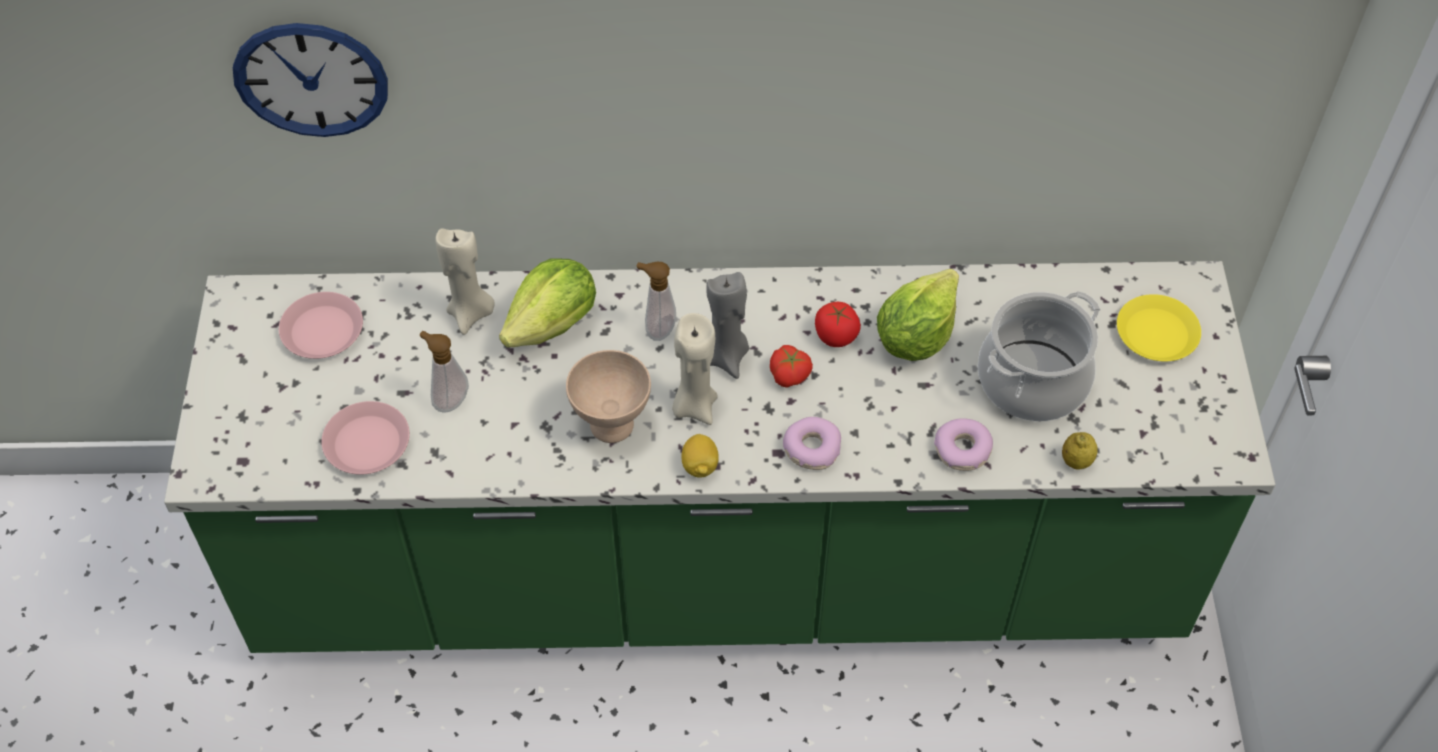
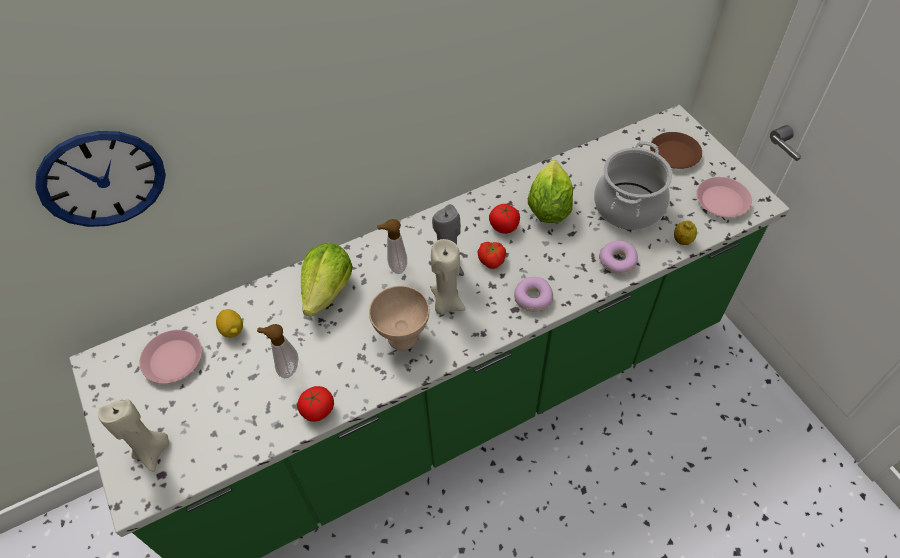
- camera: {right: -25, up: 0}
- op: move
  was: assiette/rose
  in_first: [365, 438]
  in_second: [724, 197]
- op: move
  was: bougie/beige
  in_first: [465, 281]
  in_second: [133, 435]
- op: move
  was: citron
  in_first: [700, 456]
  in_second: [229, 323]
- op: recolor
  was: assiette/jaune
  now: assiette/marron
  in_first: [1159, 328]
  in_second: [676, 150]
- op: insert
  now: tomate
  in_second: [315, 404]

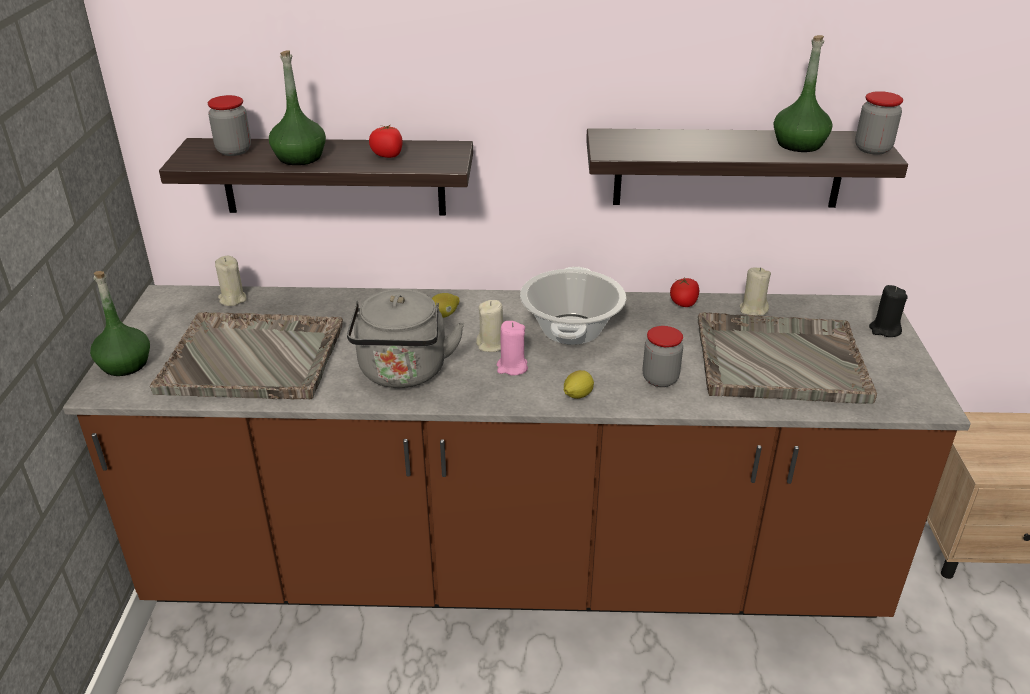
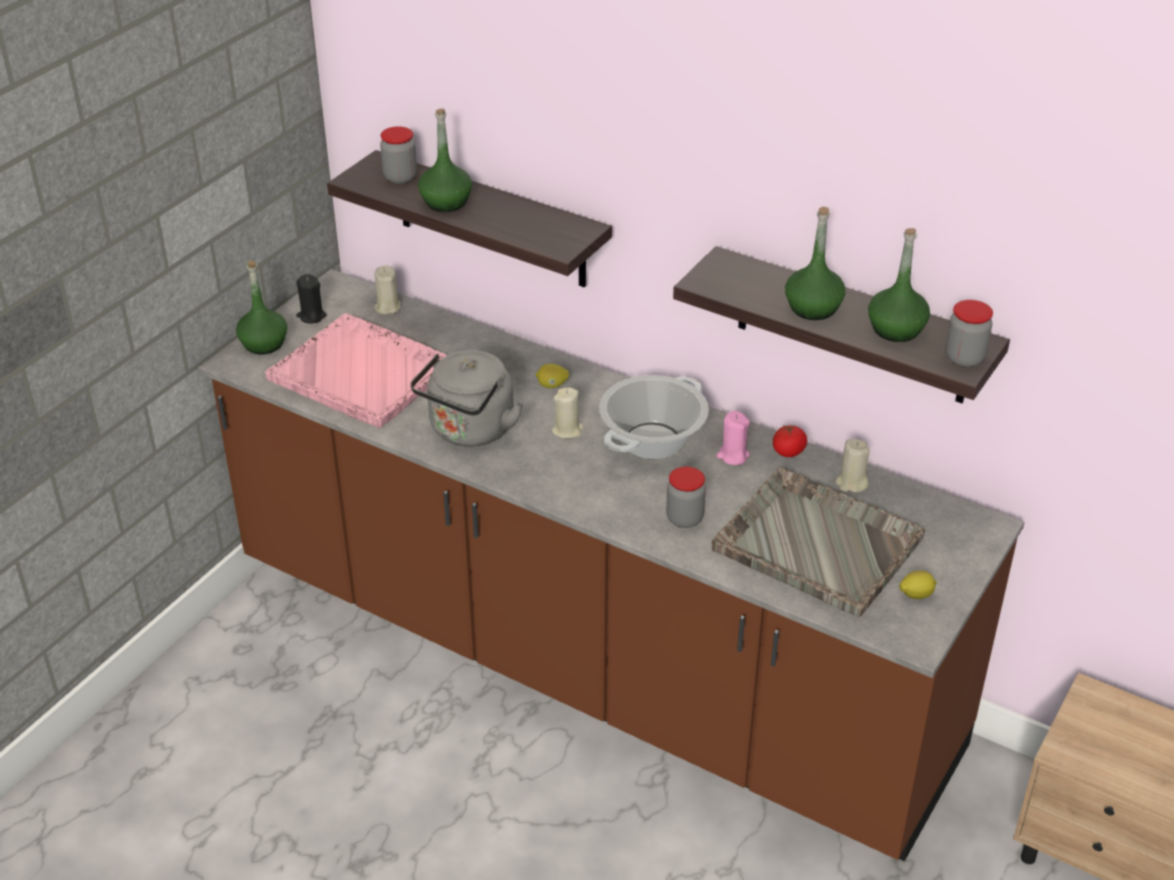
- camera: {right: 30, up: 5}
- op: recolor
  was: plateau/gris
  now: plateau/rose
  in_first: [246, 355]
  in_second: [356, 370]
- op: delete
  was: tomate
  in_first: [386, 141]
- op: move
  was: bougie/rose
  in_first: [512, 348]
  in_second: [733, 438]
- op: move
  was: citron
  in_first: [579, 384]
  in_second: [918, 584]
- op: move
  was: bougie/noir
  in_first: [888, 311]
  in_second: [311, 299]
- op: insert
  now: bouteille/vert
  in_second: [815, 263]

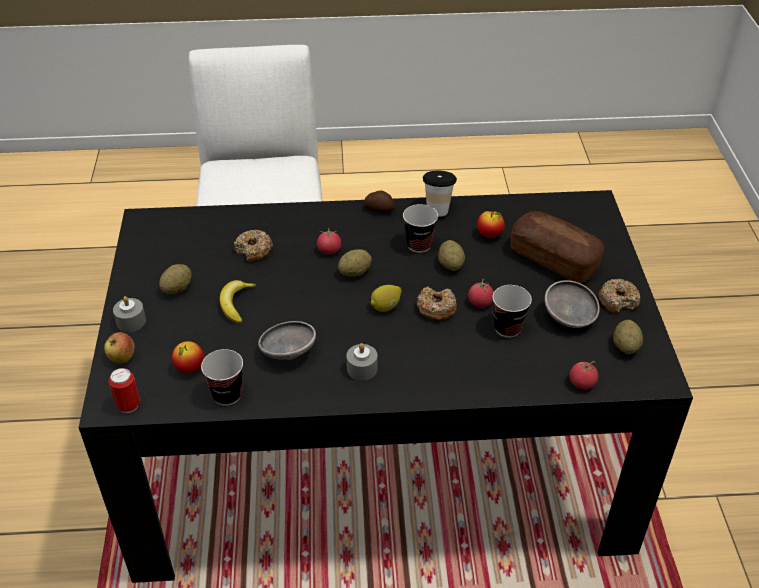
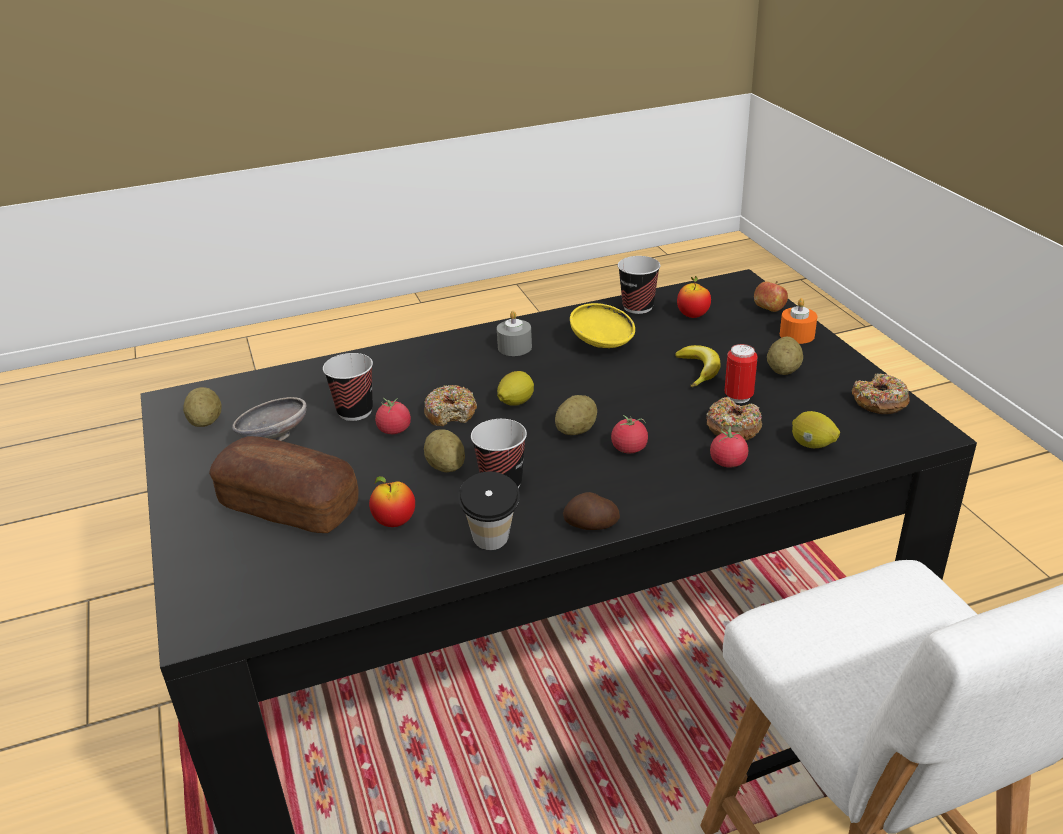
- camera: {right: 165, up: -10}
- op: move
  was: boîte métallique
  in_first: [124, 390]
  in_second: [741, 373]
- op: recolor
  was: bougie/gris
  now: bougie/orange
  in_first: [129, 314]
  in_second: [798, 321]
- op: recolor
  was: bol/gris
  now: bol/jaune
  in_first: [287, 340]
  in_second: [602, 325]
- op: move
  was: tomate
  in_first: [584, 375]
  in_second: [729, 447]
- op: move
  was: beignet
  in_first: [619, 295]
  in_second: [881, 394]
- op: insert
  now: citron
  in_second: [816, 429]

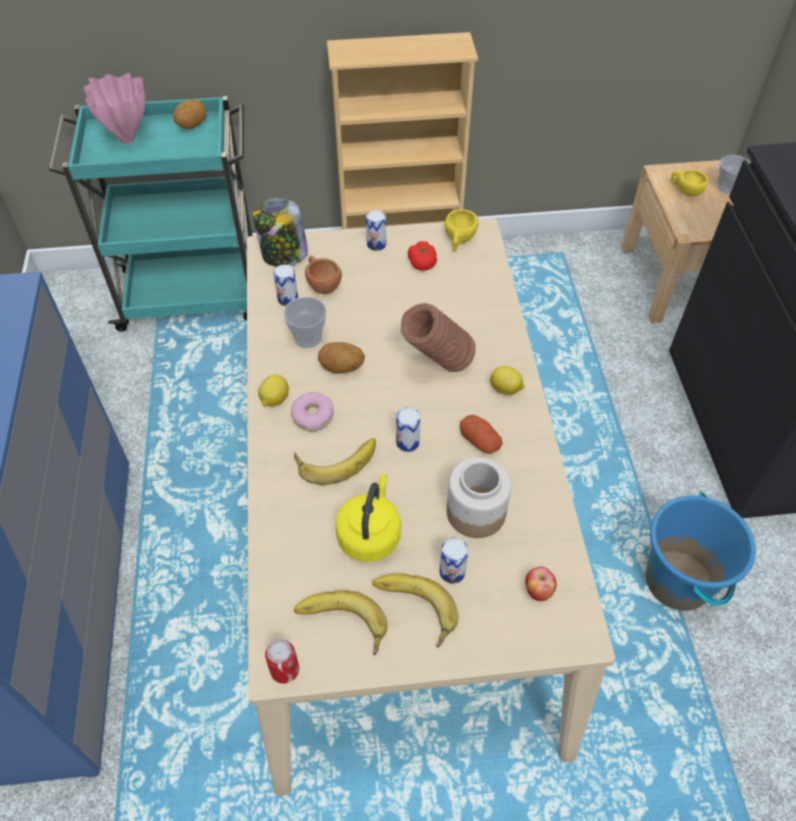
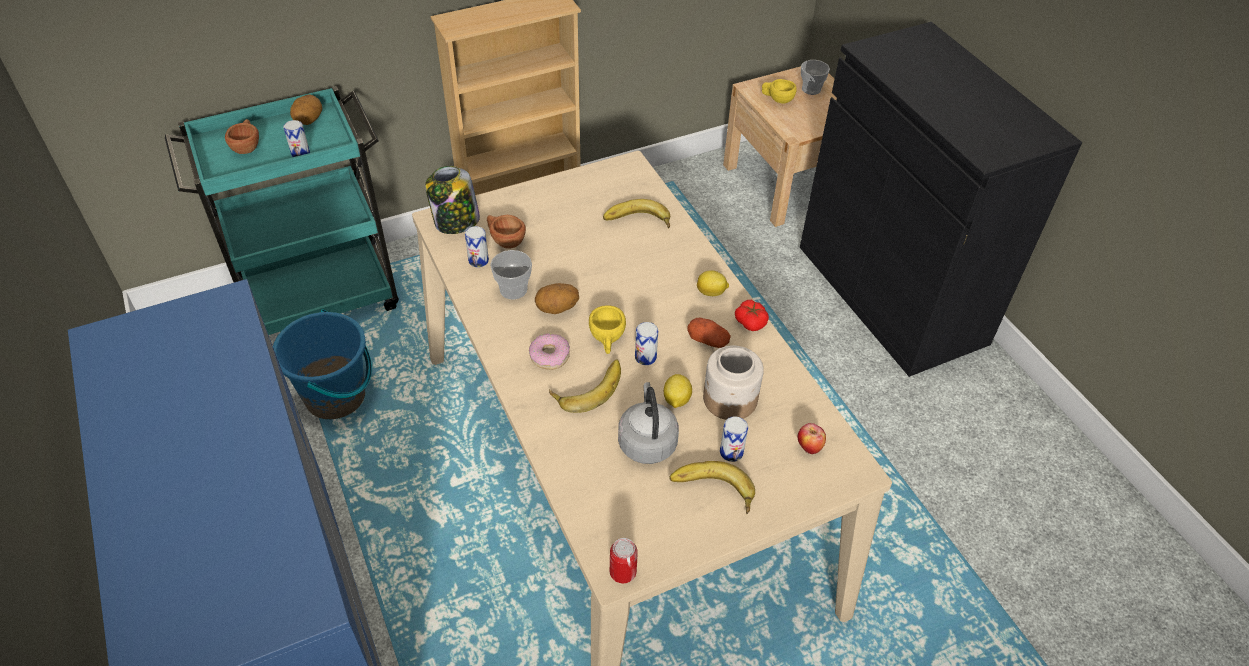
- camera: {right: -20, up: -5}
- op: replace
  was: vase/rose
  now: tasse/marron
  in_first: [114, 108]
  in_second: [242, 136]
- op: move
  was: citron
  in_first: [273, 390]
  in_second: [678, 391]
- op: move
  was: banane
  in_first: [341, 622]
  in_second: [636, 214]
- op: recolor
  was: bouilloire/jaune
  now: bouilloire/gris
  in_first: [368, 518]
  in_second: [648, 423]
- op: move
  was: boîte métallique
  in_first: [376, 230]
  in_second: [296, 138]
- op: delete
  was: vase/marron
  in_first: [438, 337]
- op: move
  was: tomate
  in_first: [422, 256]
  in_second: [752, 315]
- op: move
  was: tasse/jaune
  in_first: [462, 230]
  in_second: [607, 329]
- op: move
  was: seau/bleu
  in_first: [701, 551]
  in_second: [322, 364]

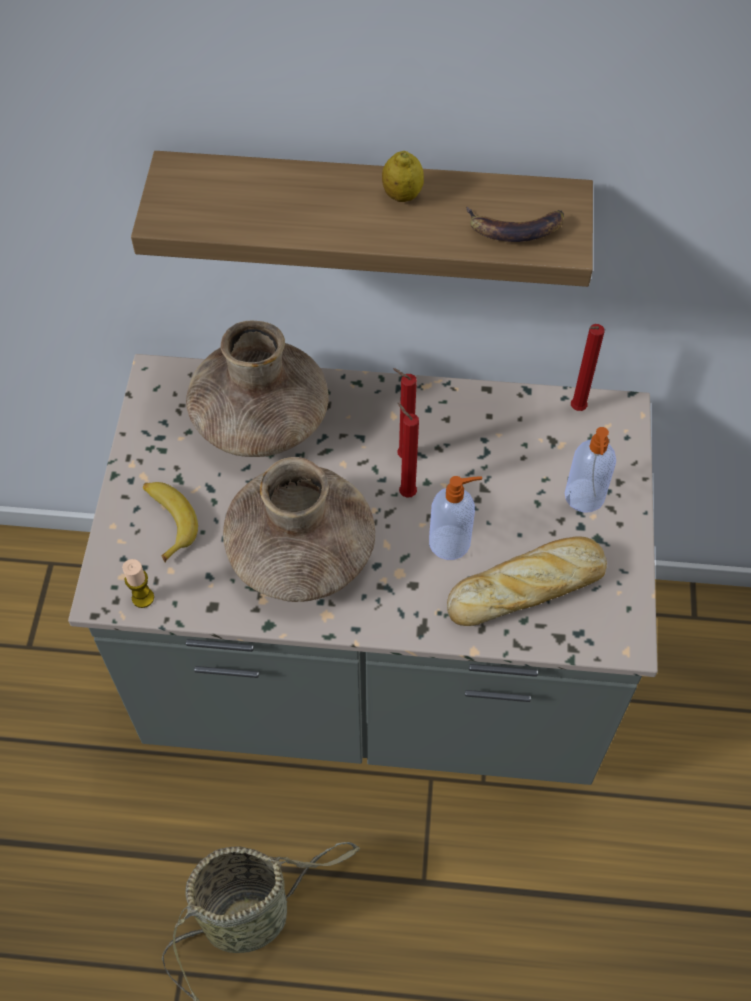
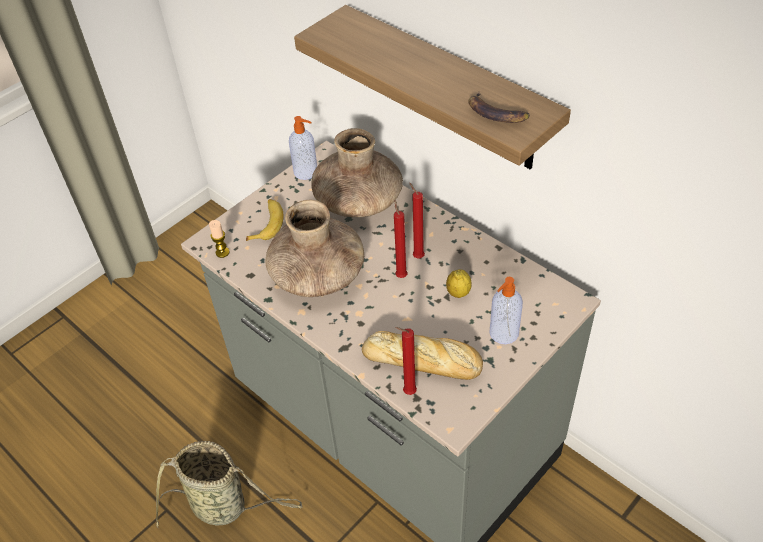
- camera: {right: 40, up: -10}
- op: move
  was: citron
  in_first: [403, 176]
  in_second: [459, 283]
- op: move
  was: distributeur de savon
  in_first: [455, 518]
  in_second: [303, 148]
- op: move
  was: bougie/rouge
  in_first: [588, 367]
  in_second: [406, 361]

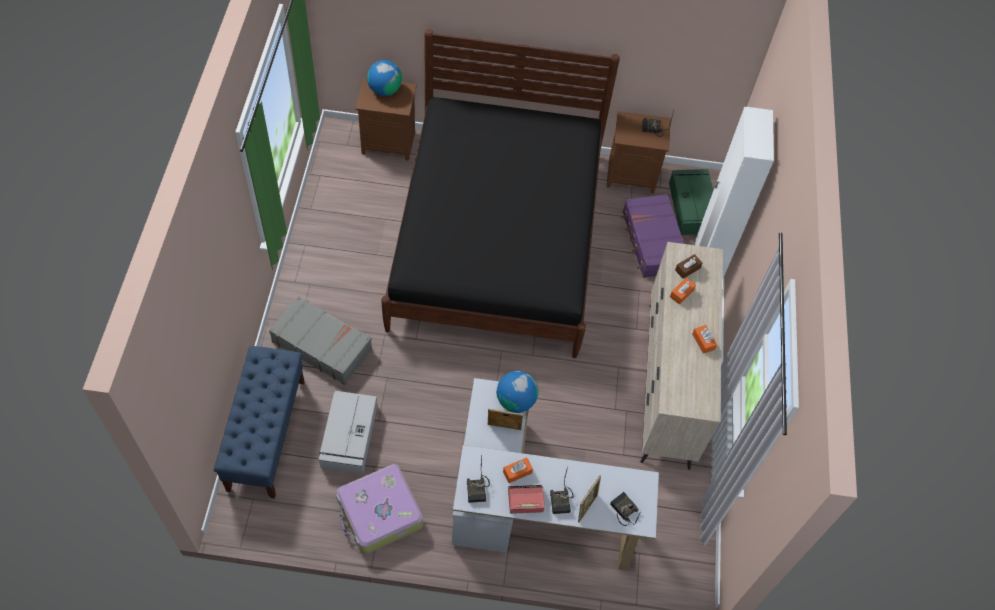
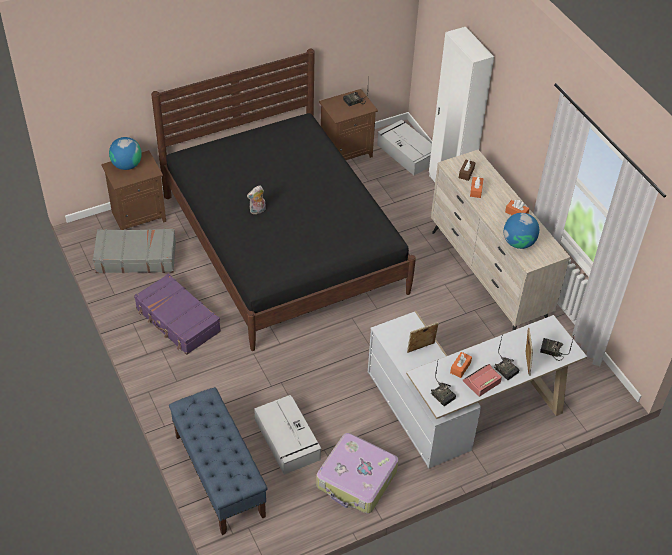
- camera: {right: -30, up: -10}
- op: move
  was: valise/gris
  in_first: [320, 340]
  in_second: [134, 251]
- op: move
  was: globe
  in_first: [517, 392]
  in_second: [521, 231]
- op: move
  was: valise/violet
  in_first: [653, 236]
  in_second: [177, 314]
- op: recolor
  was: boîte de rangement/vert
  now: boîte de rangement/gris
  in_first: [691, 202]
  in_second: [404, 147]
- op: insert
  now: peluche
  in_second: [256, 199]

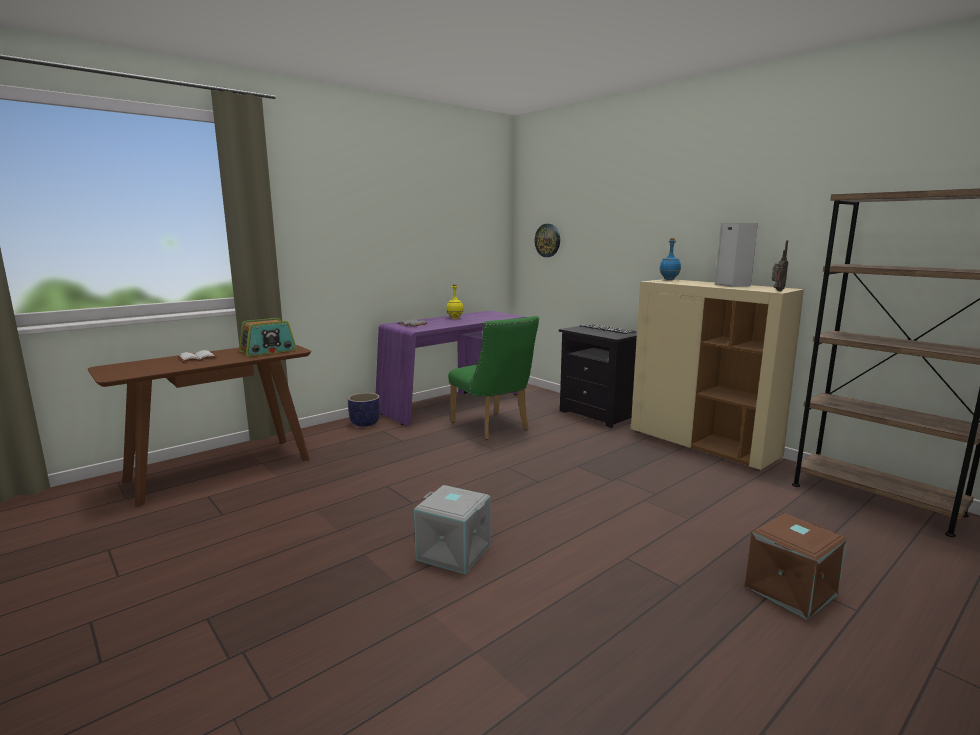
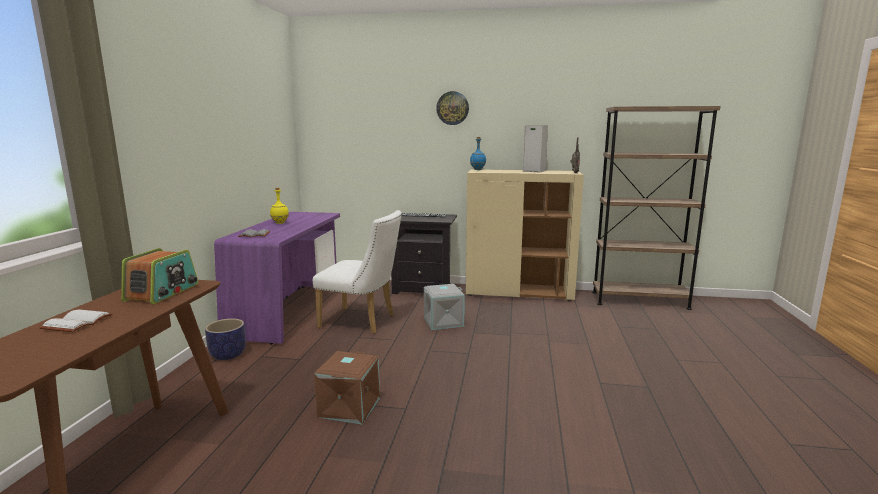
- camera: {right: -40, up: 0}
- op: move
  was: boîte de rangement/gris
  in_first: [452, 530]
  in_second: [444, 307]
- op: recolor
  was: chaise/vert
  now: chaise/blanc
  in_first: [493, 378]
  in_second: [357, 272]
- op: move
  was: horloge murale
  in_first: [547, 240]
  in_second: [452, 108]
- op: move
  was: boîte de rangement/marron
  in_first: [796, 566]
  in_second: [347, 387]

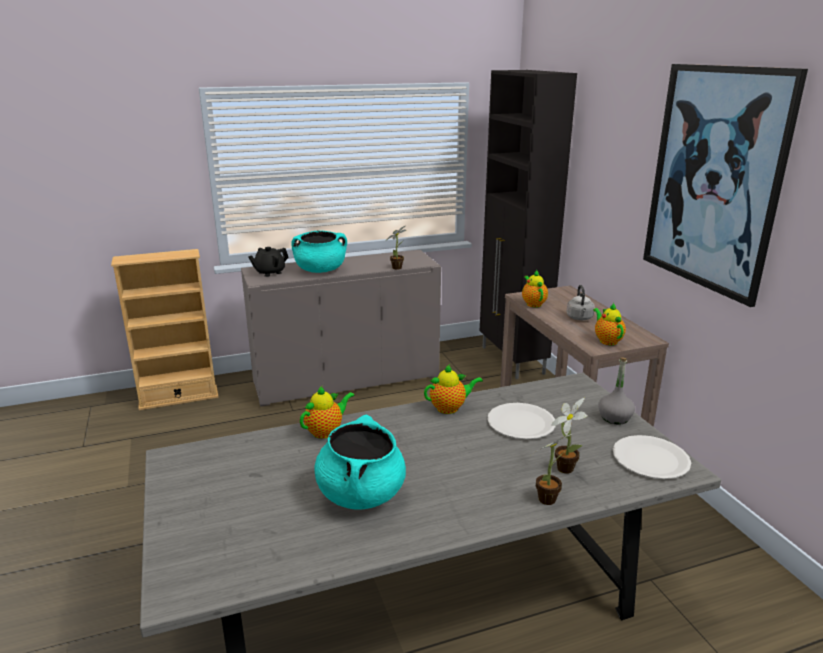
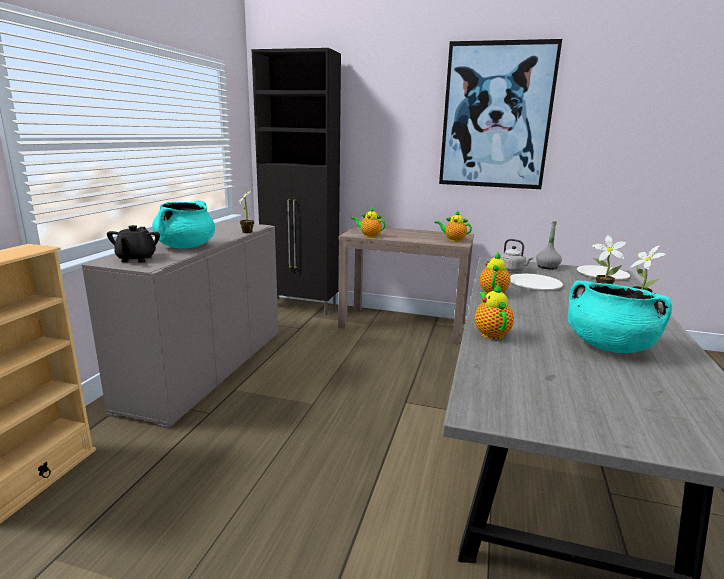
- camera: {right: -55, up: -5}
- op: move
  was: bouilloire/gris
  in_first: [581, 302]
  in_second: [516, 255]

